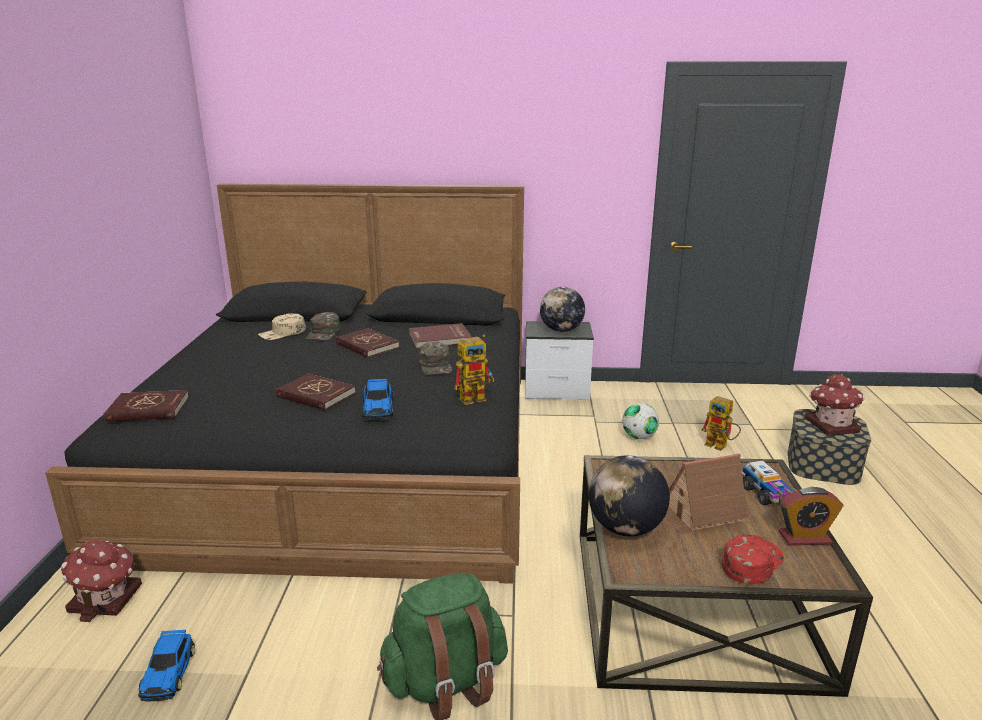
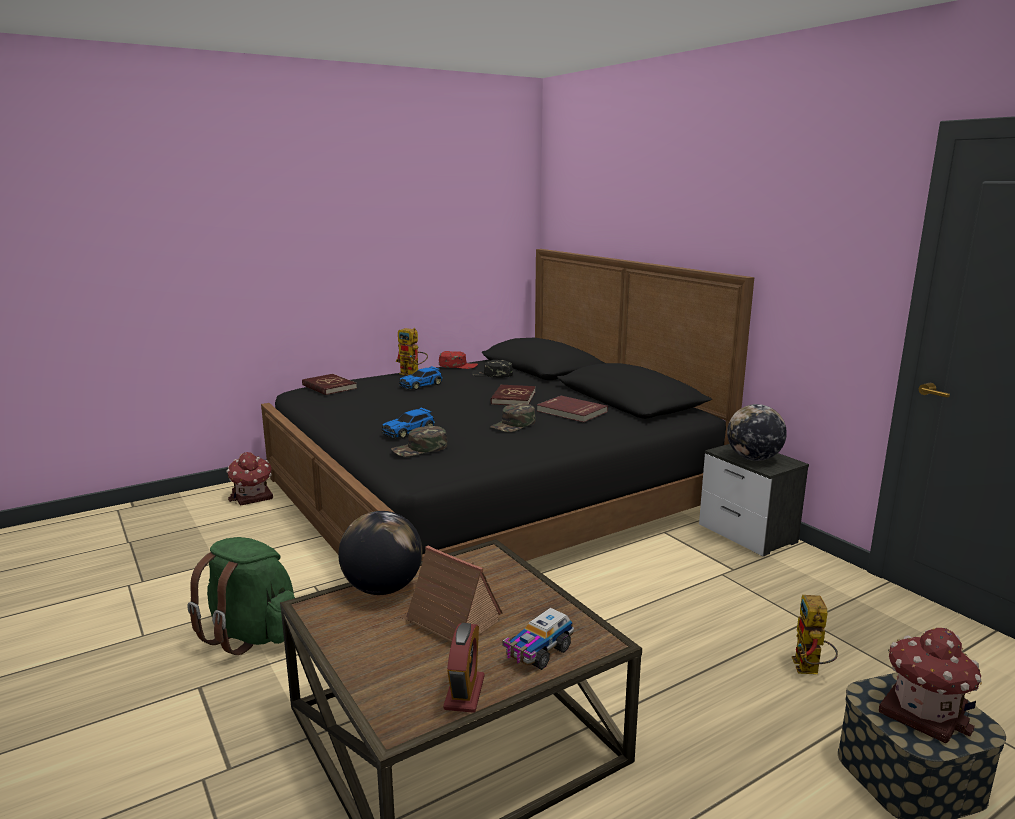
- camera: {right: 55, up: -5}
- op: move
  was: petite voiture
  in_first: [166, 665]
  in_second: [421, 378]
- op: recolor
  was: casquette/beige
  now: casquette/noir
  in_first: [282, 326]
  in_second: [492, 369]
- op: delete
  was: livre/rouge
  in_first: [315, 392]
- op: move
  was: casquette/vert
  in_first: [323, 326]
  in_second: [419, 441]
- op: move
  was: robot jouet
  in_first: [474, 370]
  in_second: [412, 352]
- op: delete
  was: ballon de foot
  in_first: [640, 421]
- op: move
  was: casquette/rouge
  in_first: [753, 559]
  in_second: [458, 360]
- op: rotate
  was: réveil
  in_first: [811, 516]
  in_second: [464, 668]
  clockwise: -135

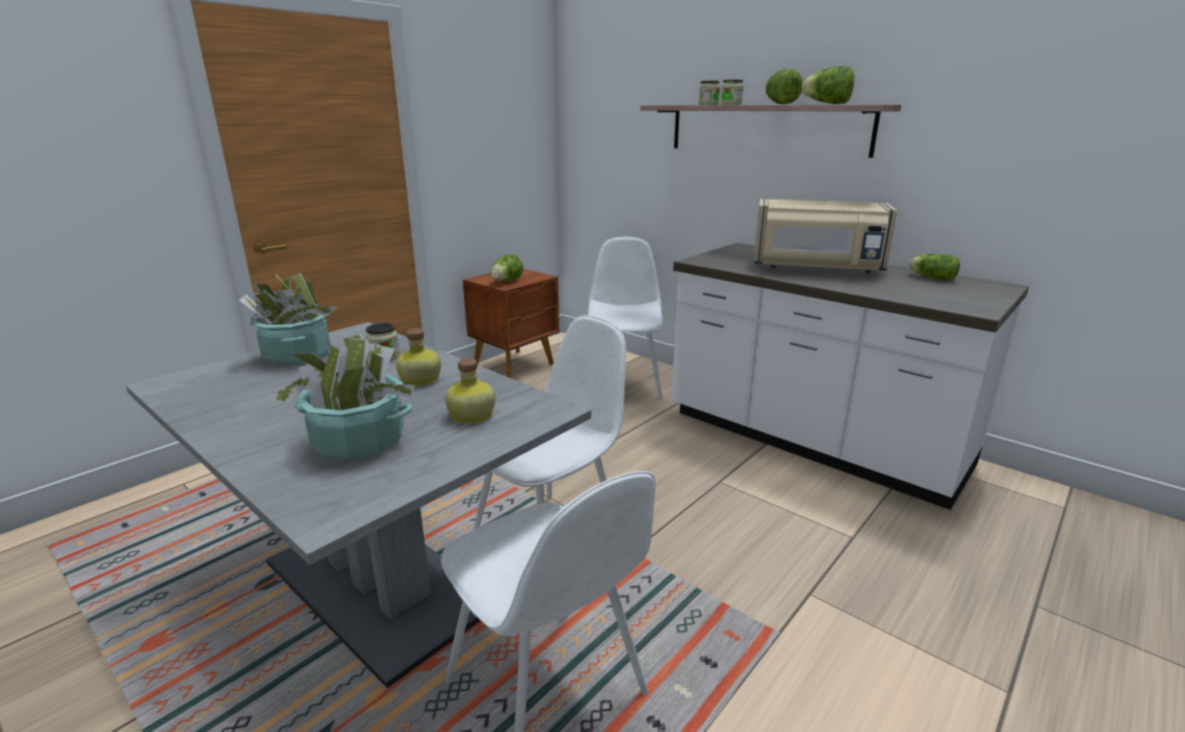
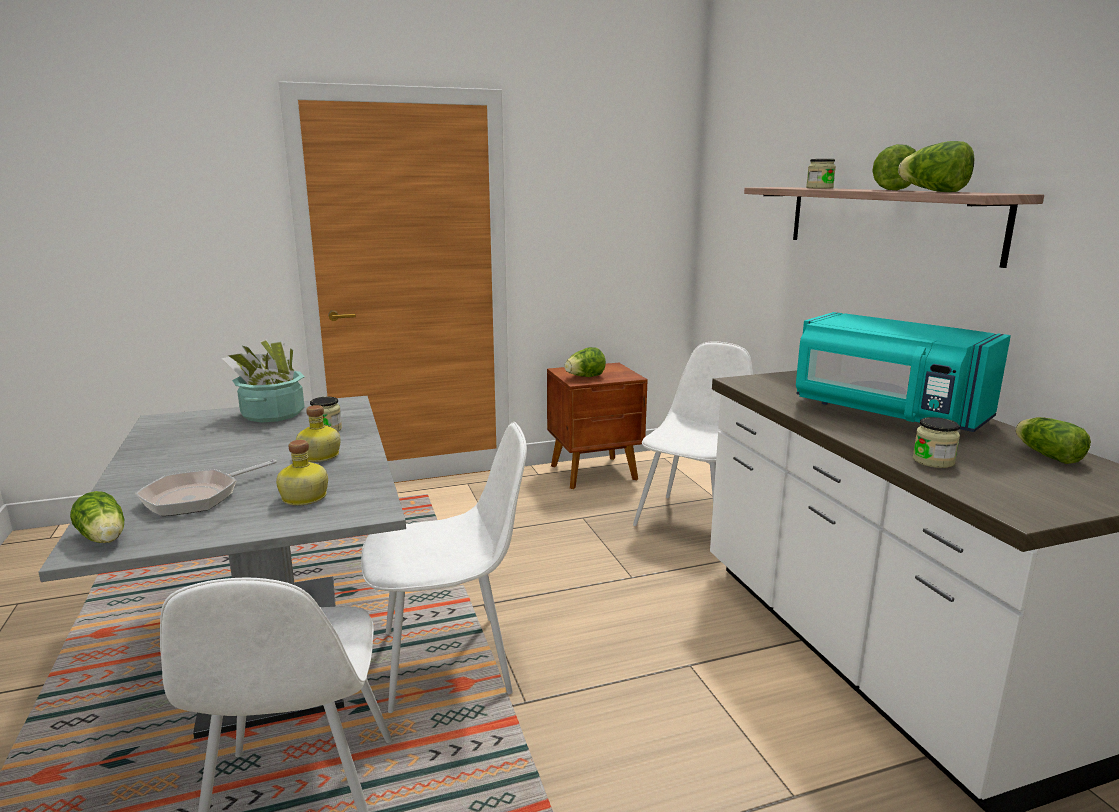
- camera: {right: 30, up: -5}
- op: replace
  was: plante en pot
  now: poêle
  in_first: [341, 397]
  in_second: [206, 488]
- op: move
  was: bocal
  in_first: [732, 92]
  in_second: [936, 442]
- op: recolor
  was: micro-ondes/beige
  now: micro-ondes/turquoise
  in_first: [825, 236]
  in_second: [903, 372]
- op: insert
  now: laitue
  in_second: [97, 517]

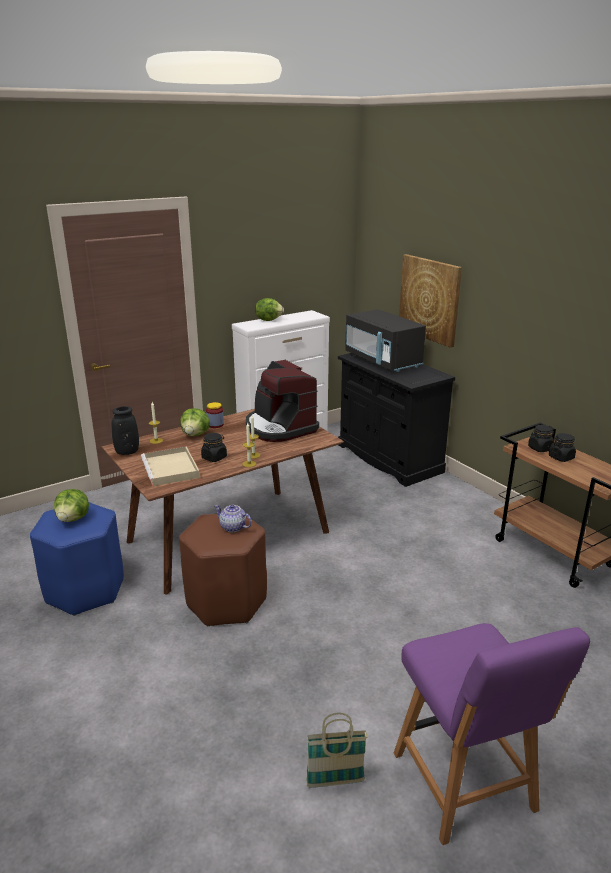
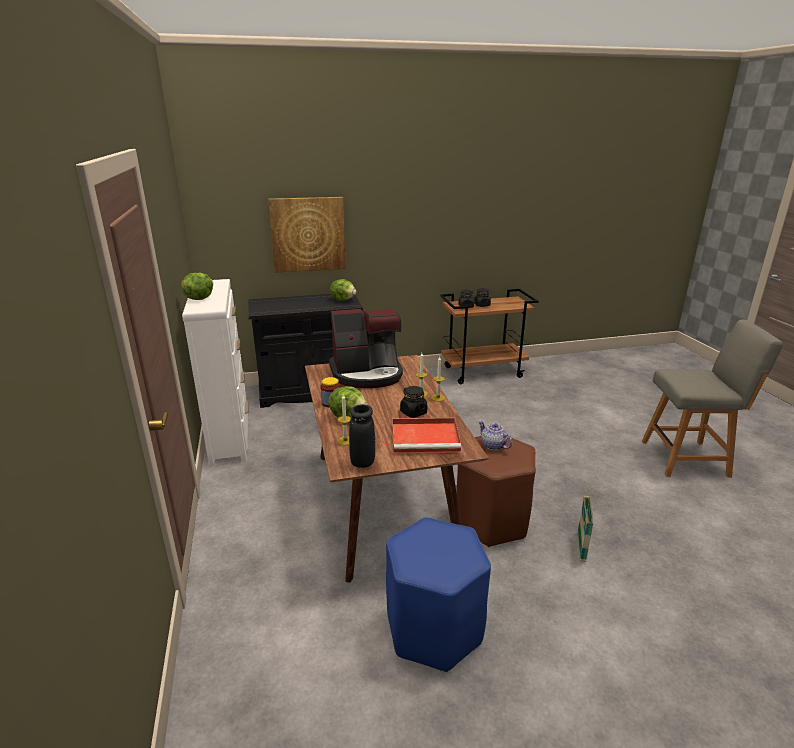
- camera: {right: -70, up: 0}
- op: move
  was: laitue
  in_first: [71, 505]
  in_second: [343, 290]
- op: recolor
  was: plateau/beige
  now: plateau/rouge
  in_first: [170, 466]
  in_second: [426, 435]
- op: rotate
  was: théière
  in_first: [233, 518]
  in_second: [495, 435]
  clockwise: 90
- op: move
  was: panier
  in_first: [336, 750]
  in_second: [586, 525]
- op: delete
  was: micro-ondes/noir
  in_first: [385, 340]
- op: recolor
  was: chaise/violet
  now: chaise/gris
  in_first: [492, 734]
  in_second: [712, 399]

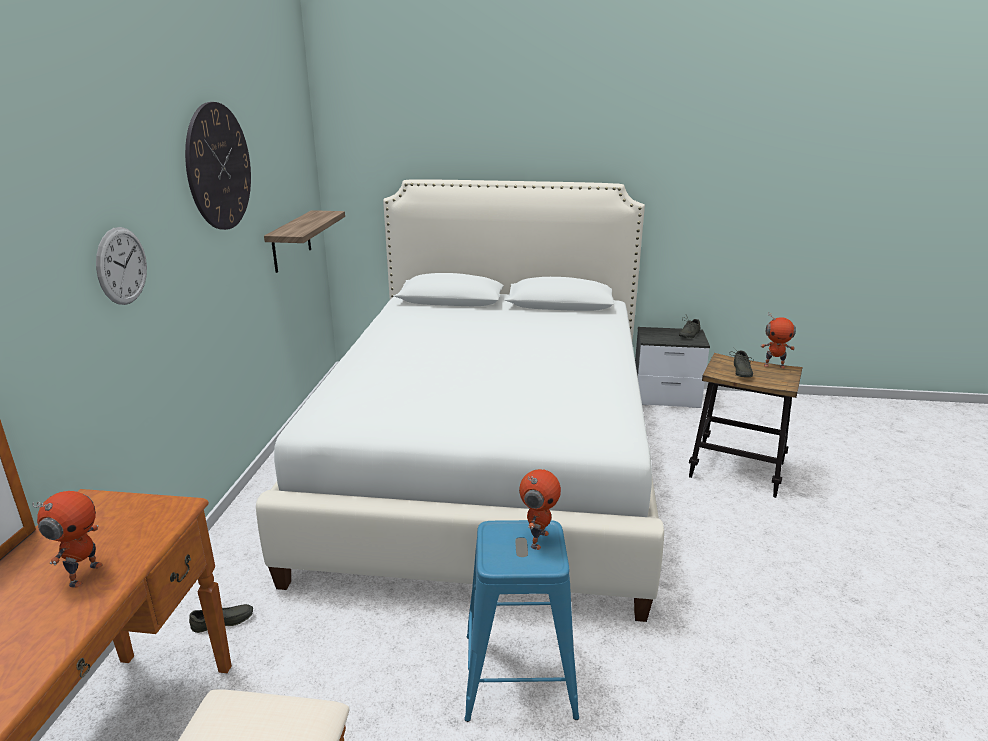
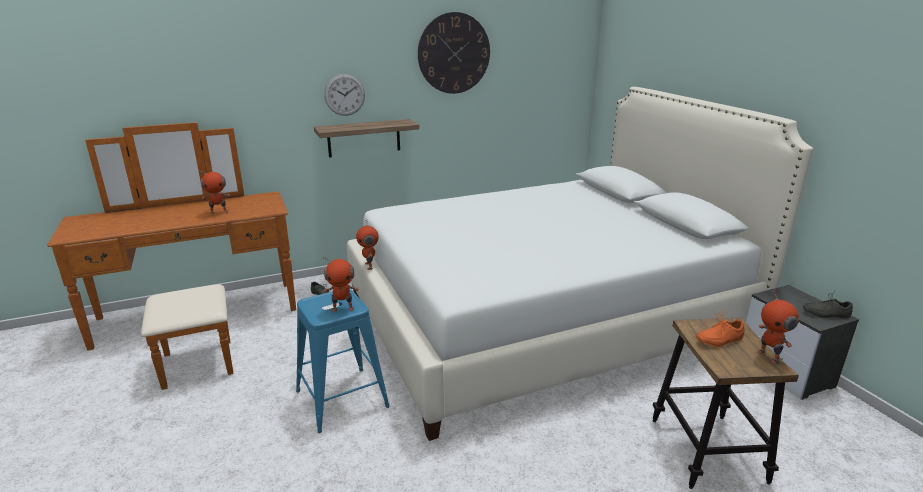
- camera: {right: 60, up: 0}
- op: move
  was: étagère
  in_first: [304, 241]
  in_second: [366, 138]
- op: recolor
  was: chaussure/gris
  now: chaussure/orange
  in_first: [741, 362]
  in_second: [720, 328]
- op: insert
  now: robot jouet
  in_second: [367, 245]

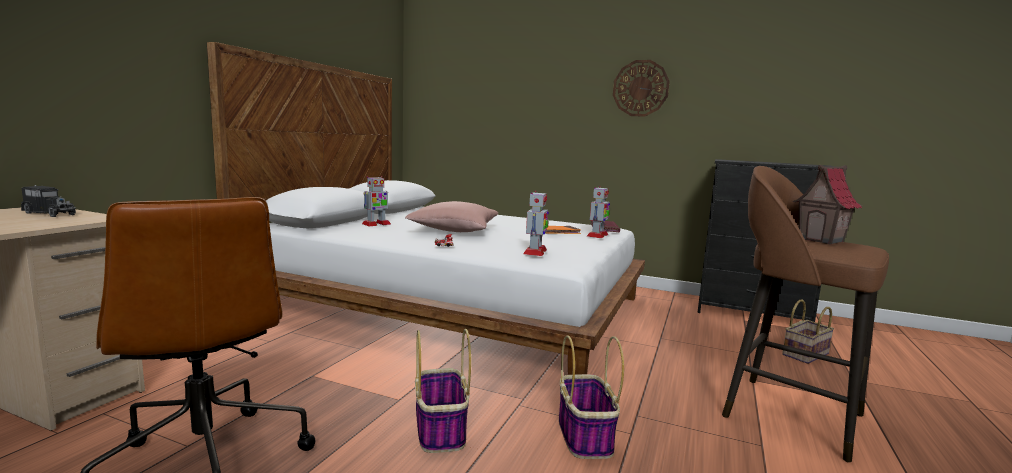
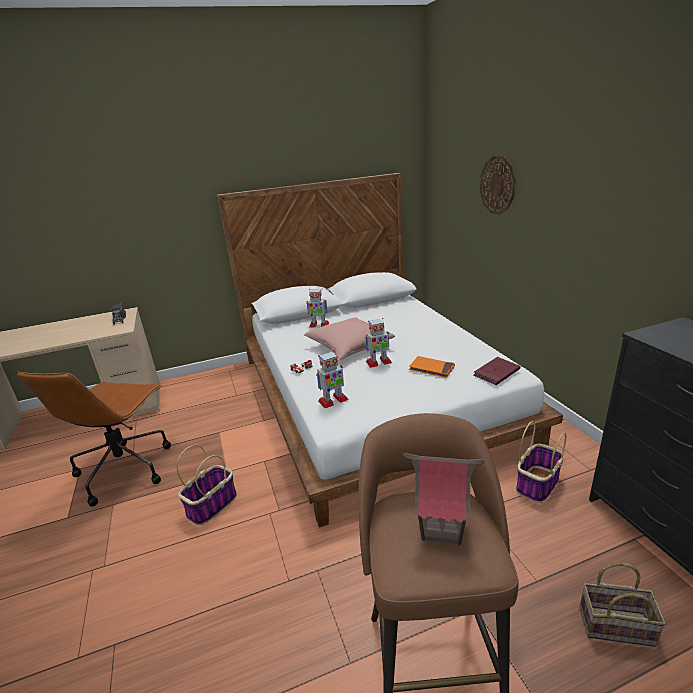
- camera: {right: 50, up: 15}
- op: move
  was: panier
  in_first: [591, 397]
  in_second: [541, 462]
- op: move
  was: robot jouet
  in_first: [598, 212]
  in_second: [378, 343]
- op: move
  was: horloge murale
  in_first: [641, 88]
  in_second: [498, 185]

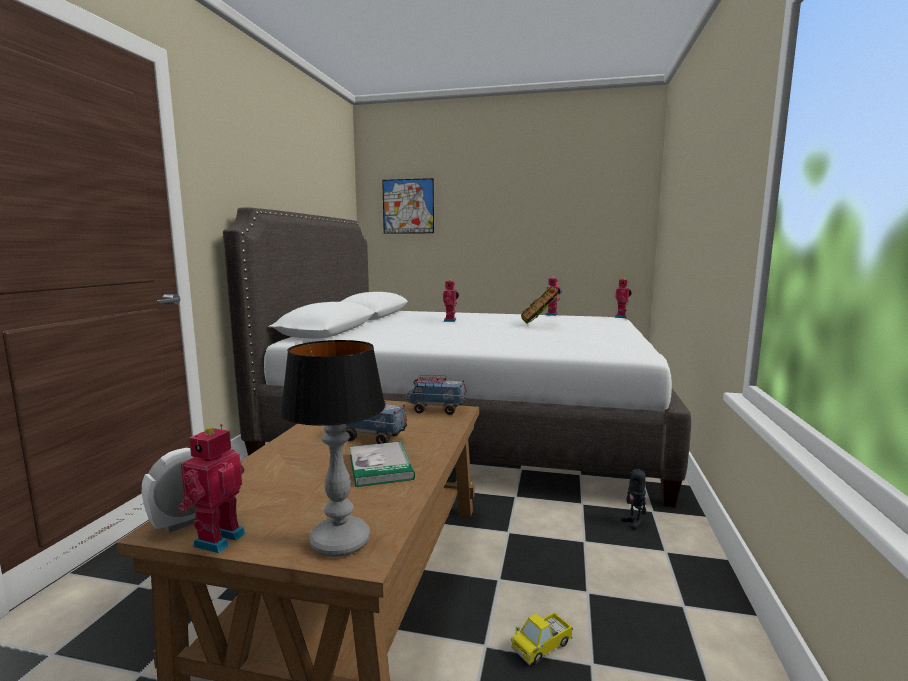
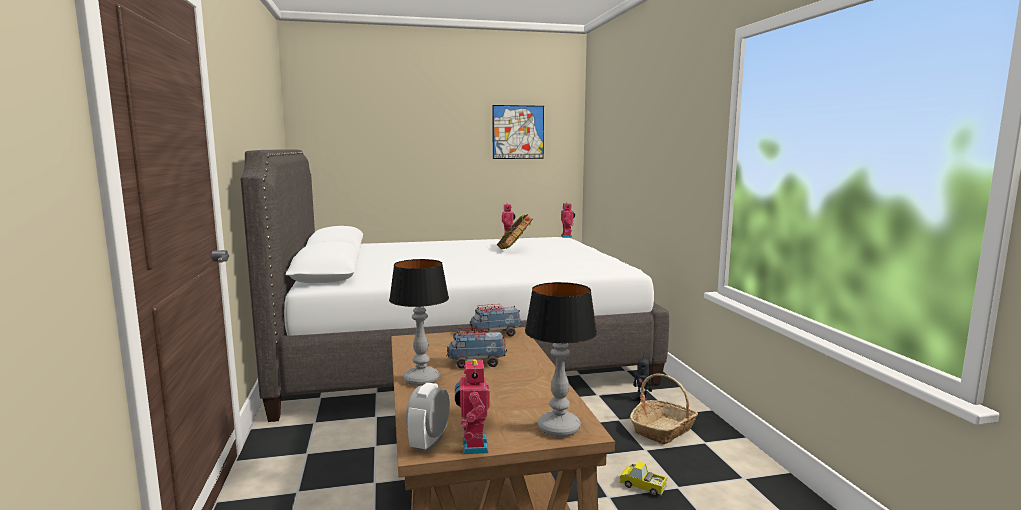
- camera: {right: -25, up: 0}
- op: delete
  was: livre
  in_first: [382, 464]
- op: move
  was: tableau
  in_first: [408, 206]
  in_second: [518, 132]
- op: delete
  was: robot jouet
  in_first: [451, 300]
- op: rotate
  was: camion jouet
  in_first: [542, 639]
  in_second: [643, 478]
  clockwise: 90
- op: insert
  now: lampe de table
  in_second: [419, 322]
- op: insert
  now: panier
  in_second: [664, 408]

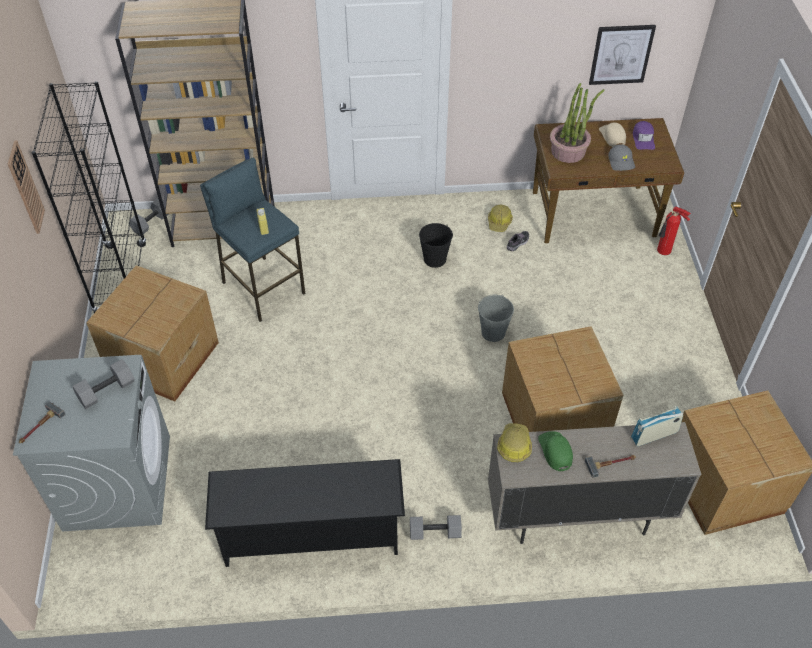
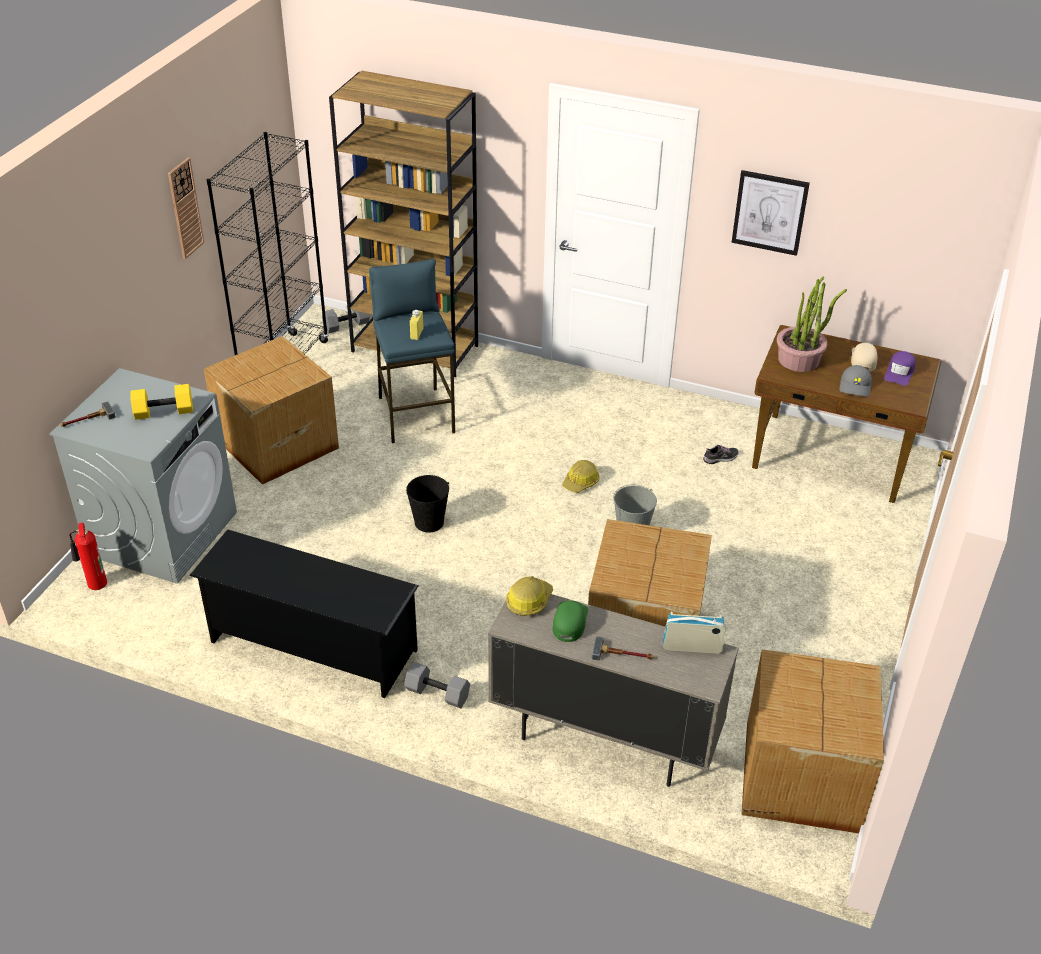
- camera: {right: 25, up: -10}
- op: recolor
  was: haltère/gris
  now: haltère/jaune
  in_first: [103, 384]
  in_second: [162, 402]
- op: move
  was: seau/noir
  in_first: [436, 245]
  in_second: [427, 503]
- op: move
  was: casque de chantier
  in_first: [500, 218]
  in_second: [580, 476]
- op: move
  was: tableau
  in_first: [622, 55]
  in_second: [771, 213]
- op: move
  was: extincteur
  in_first: [674, 230]
  in_second: [88, 556]

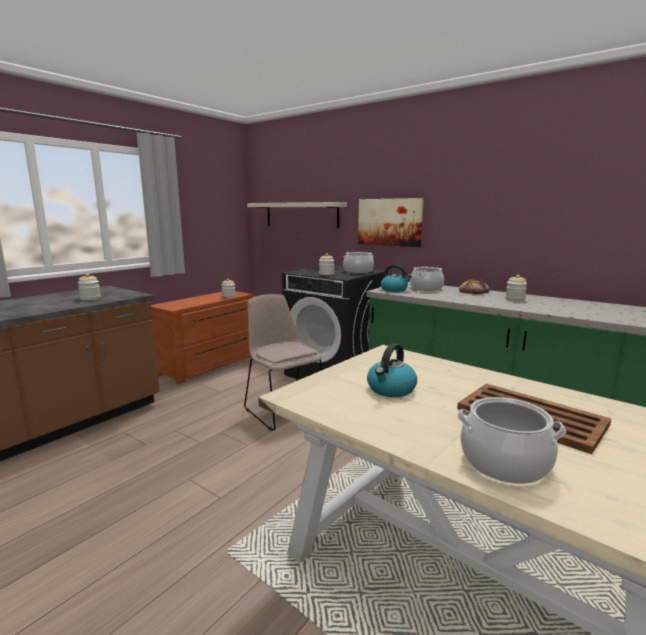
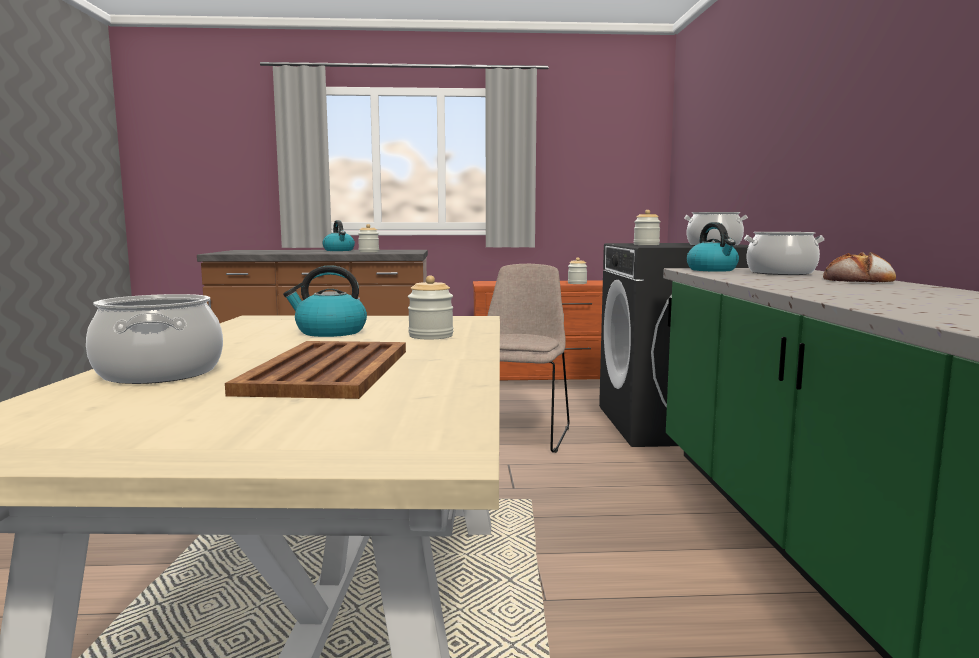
- camera: {right: 50, up: -5}
- op: delete
  was: étagère/beige
  in_first: [297, 215]
- op: delete
  was: tableau
  in_first: [391, 222]
- op: move
  was: bocal
  in_first: [516, 288]
  in_second: [430, 307]
- op: insert
  now: bouilloire
  in_second: [339, 235]

